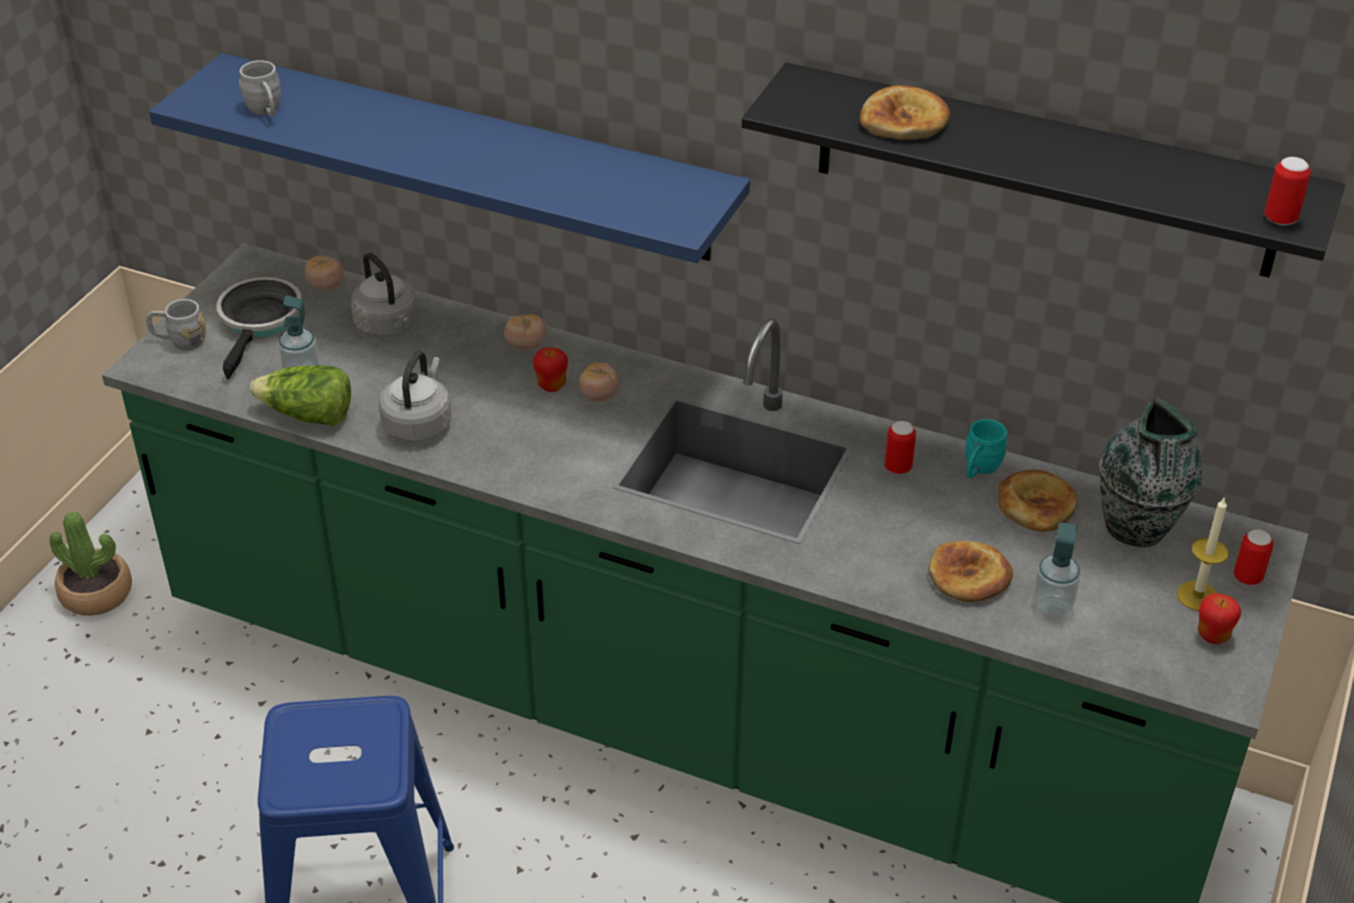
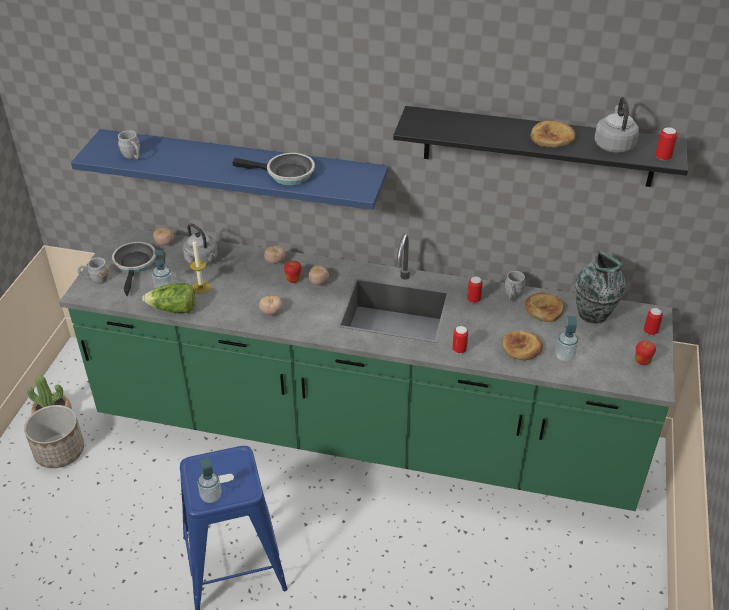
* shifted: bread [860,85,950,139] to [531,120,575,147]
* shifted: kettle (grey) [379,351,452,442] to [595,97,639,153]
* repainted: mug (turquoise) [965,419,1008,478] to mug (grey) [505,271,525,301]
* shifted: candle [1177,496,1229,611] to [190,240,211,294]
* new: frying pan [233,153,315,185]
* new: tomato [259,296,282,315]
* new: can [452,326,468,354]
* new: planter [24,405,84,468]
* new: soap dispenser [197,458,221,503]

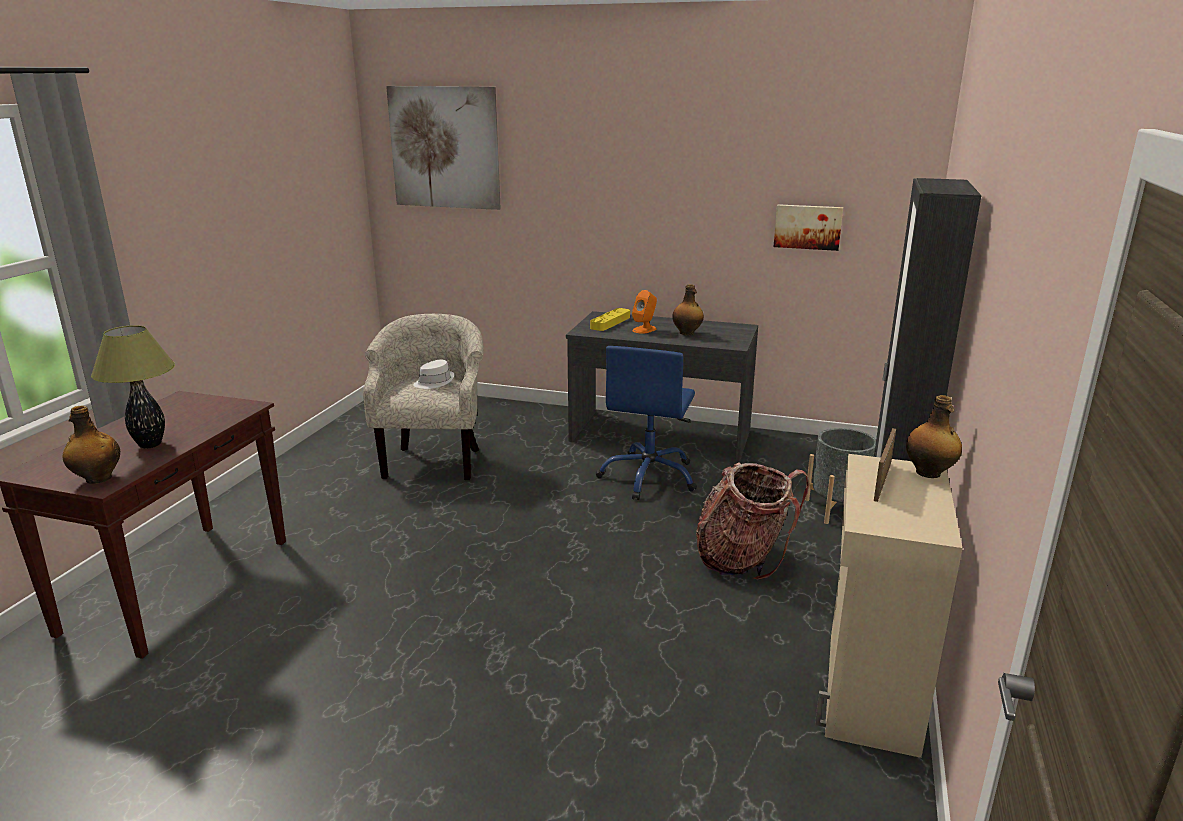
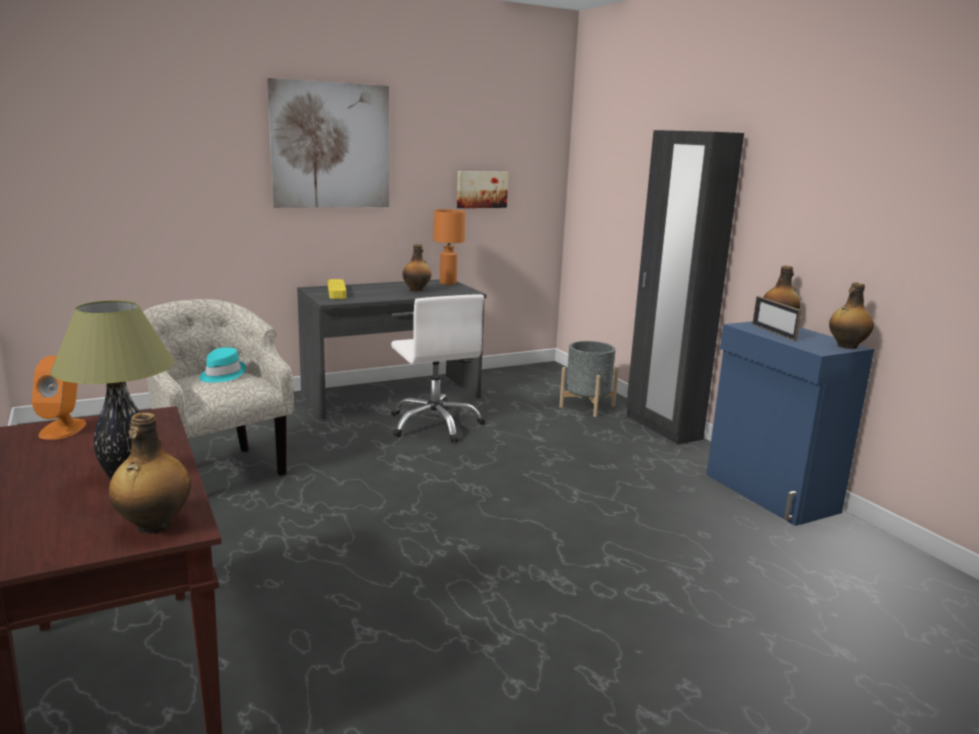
* shifted: picture [386,86,501,210] to [267,78,389,208]
* shifted: speaker (orange) [632,290,657,334] to [32,356,86,440]
* repainted: office chair (blue) [596,346,697,500] to office chair (white) [391,294,485,443]
* repainted: hat (white) [413,359,454,389] to hat (turquoise) [199,347,246,382]
* repainted: cabinet (beige) [815,454,962,758] to cabinet (blue) [706,321,874,526]
* gone: backpack [696,463,810,580]
* new: table lamp (orange) [434,209,466,285]
* new: bottle [829,283,874,349]

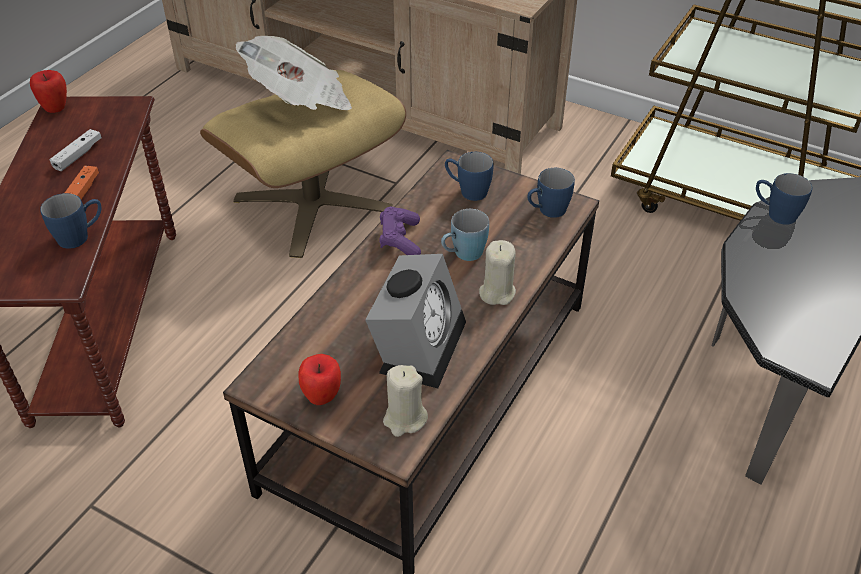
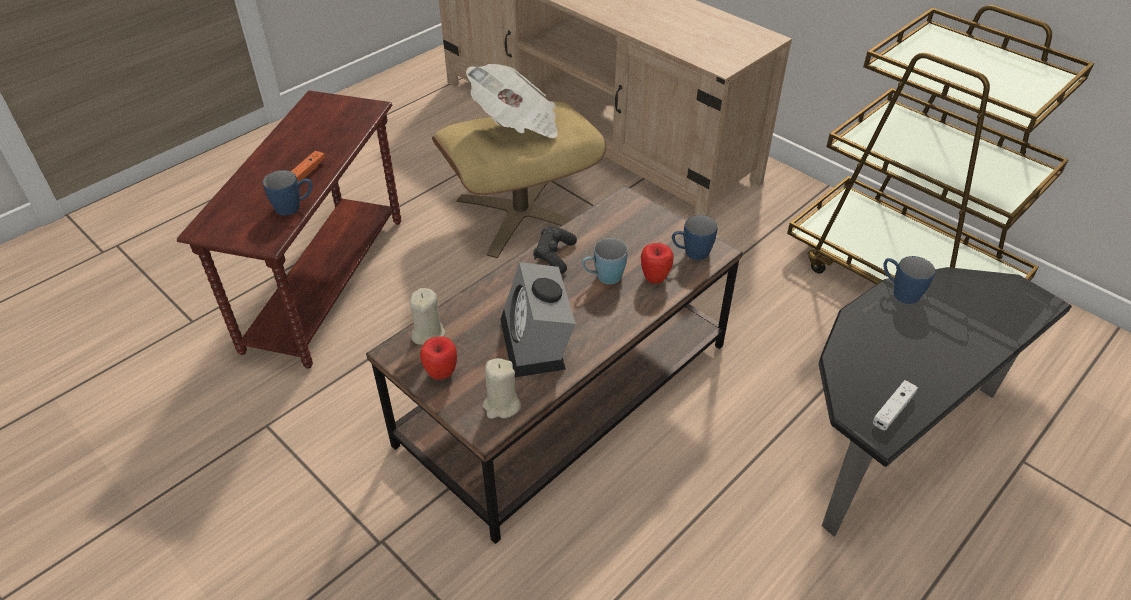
* shifted: apple [30,70,67,113] to [641,243,674,284]
* shifted: game controller (white) [50,129,102,171] to [873,380,918,430]
* gone: mug (blue) [445,152,494,201]
* repainted: game controller (purple) [379,207,421,255] to game controller (black) [533,226,577,274]
* shifted: candle (beige) [479,240,516,305] to [410,288,445,345]
* rotated: alarm clock [365,254,466,388] = [500,262,576,377] 135 degrees clockwise

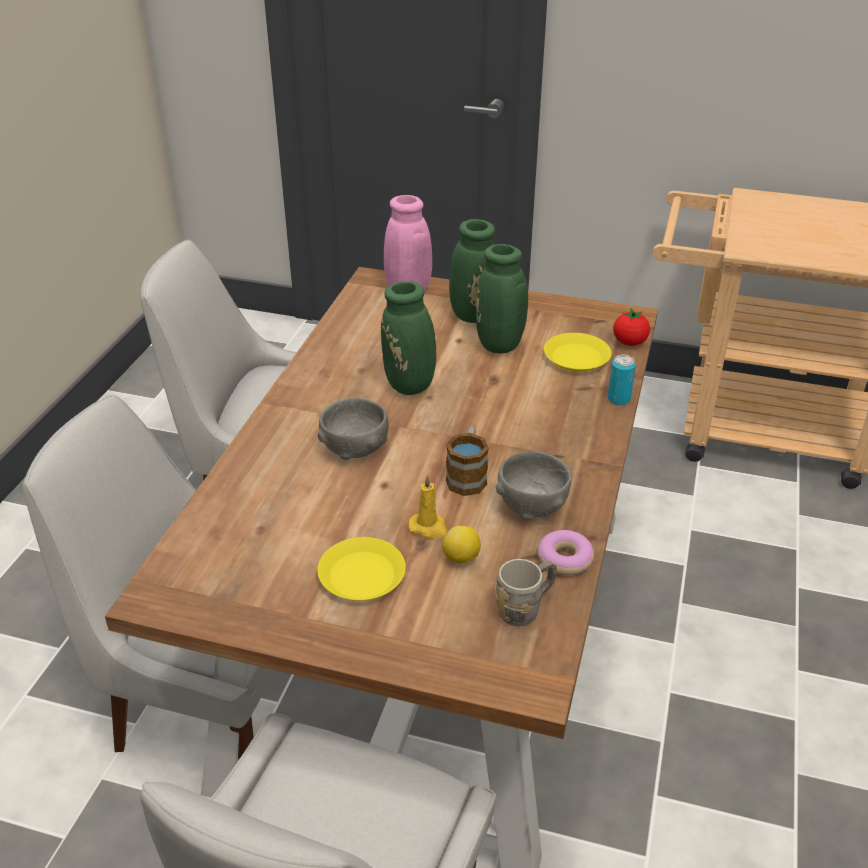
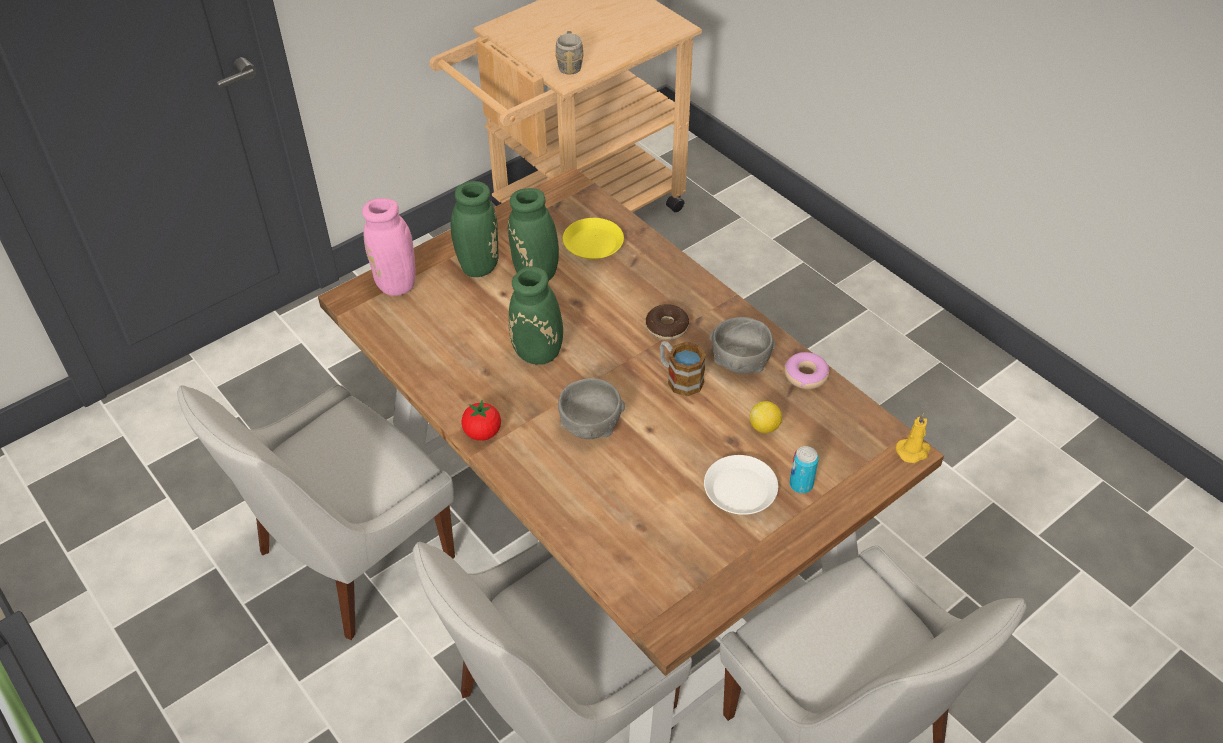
* shifted: tomato [613,308,650,346] to [461,400,501,441]
* shifted: can [608,355,636,405] to [790,446,819,493]
* shifted: candle (yellow) [408,475,448,538] to [896,413,931,463]
* repainted: plate (yellow) [317,537,406,600] to plate (white) [704,455,778,515]
* shifted: mug (grey) [495,559,557,626] to [555,31,584,75]
* new: donut [645,304,689,340]

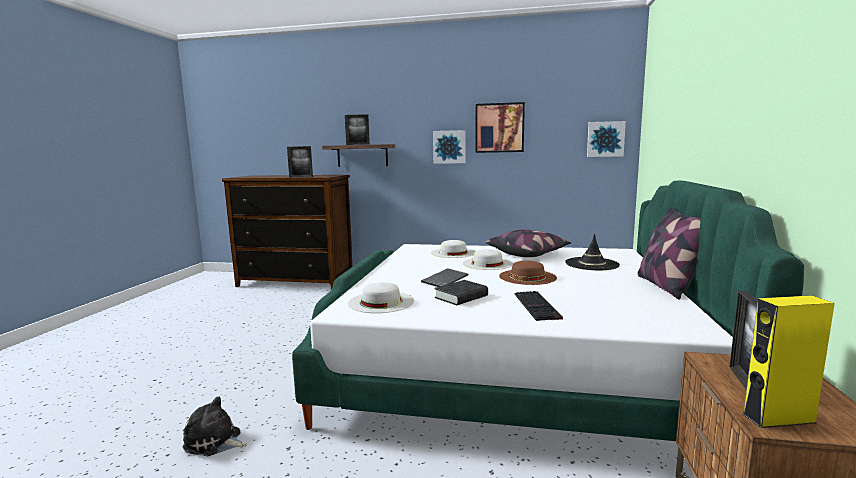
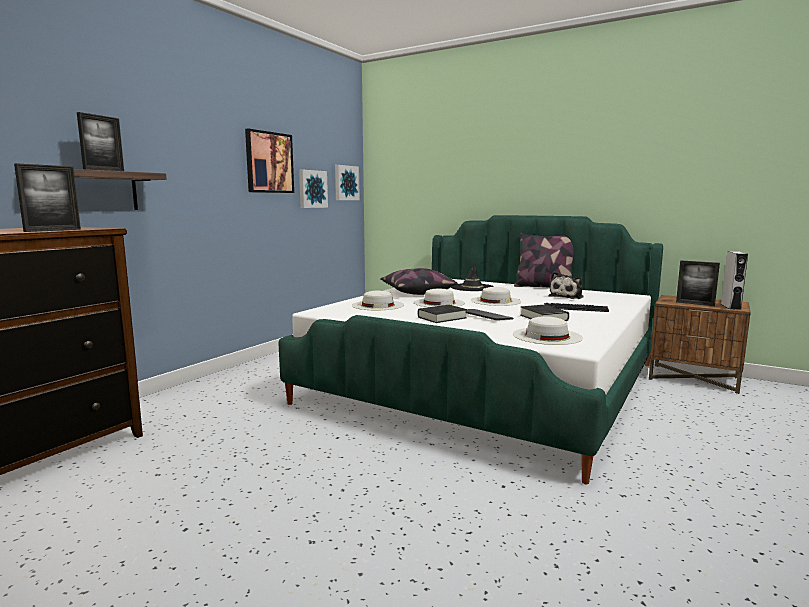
* shifted: picture [433,130,466,164] to [299,170,328,208]
* repainted: hat (brown) [499,260,557,285] to hat (white) [470,287,521,306]
* repainted: speaker (yellow) [742,295,835,428] to speaker (grey) [721,251,748,310]
* shifted: plush toy [182,396,247,456] to [549,271,584,299]
* new: book (black) [418,305,467,323]

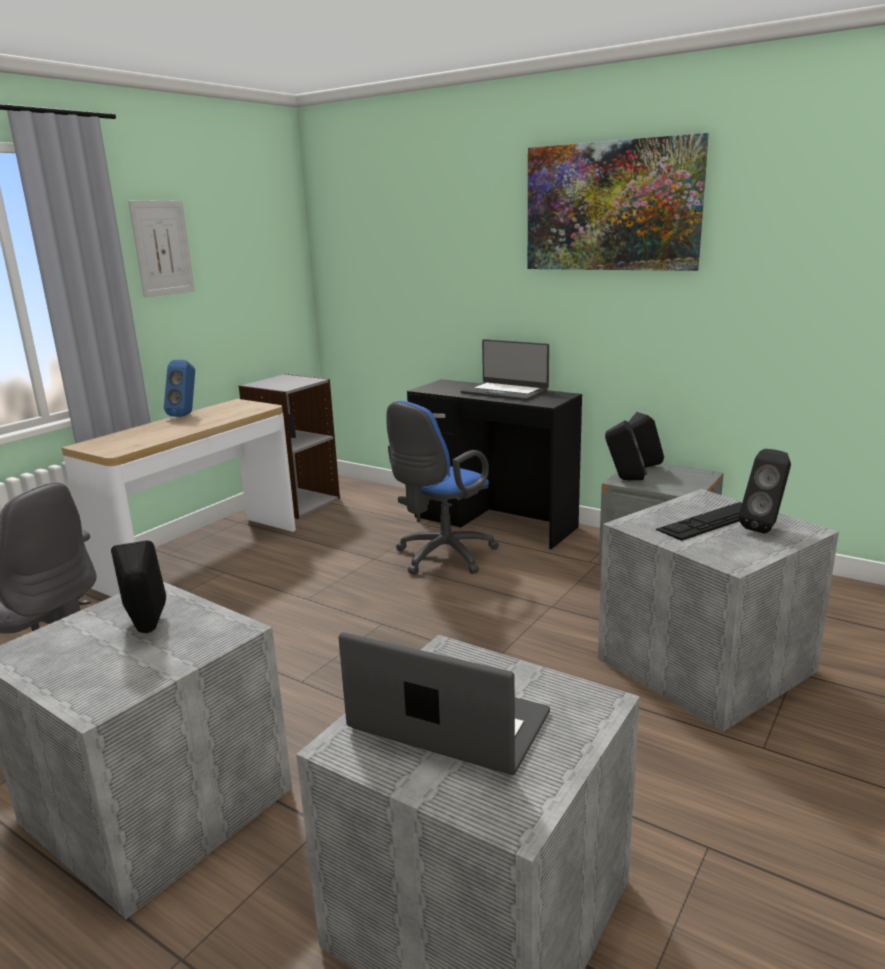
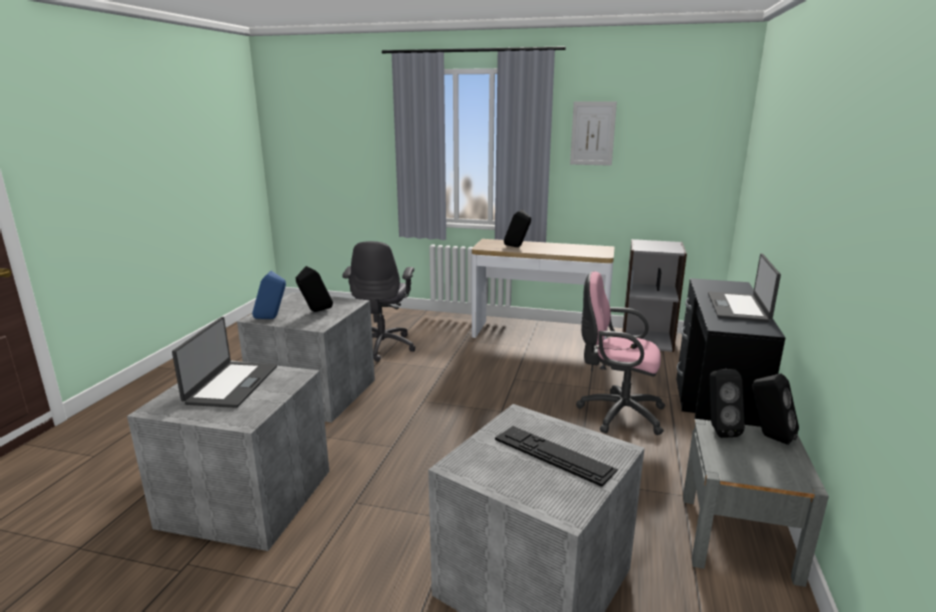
* gone: picture [528,133,709,271]
* shifted: speaker (blue) [164,359,195,417] to [252,271,286,319]
* repainted: office chair (blue) [386,401,499,575] to office chair (pink) [576,272,665,435]
* shifted: speaker (black) [739,449,791,534] to [504,210,531,247]

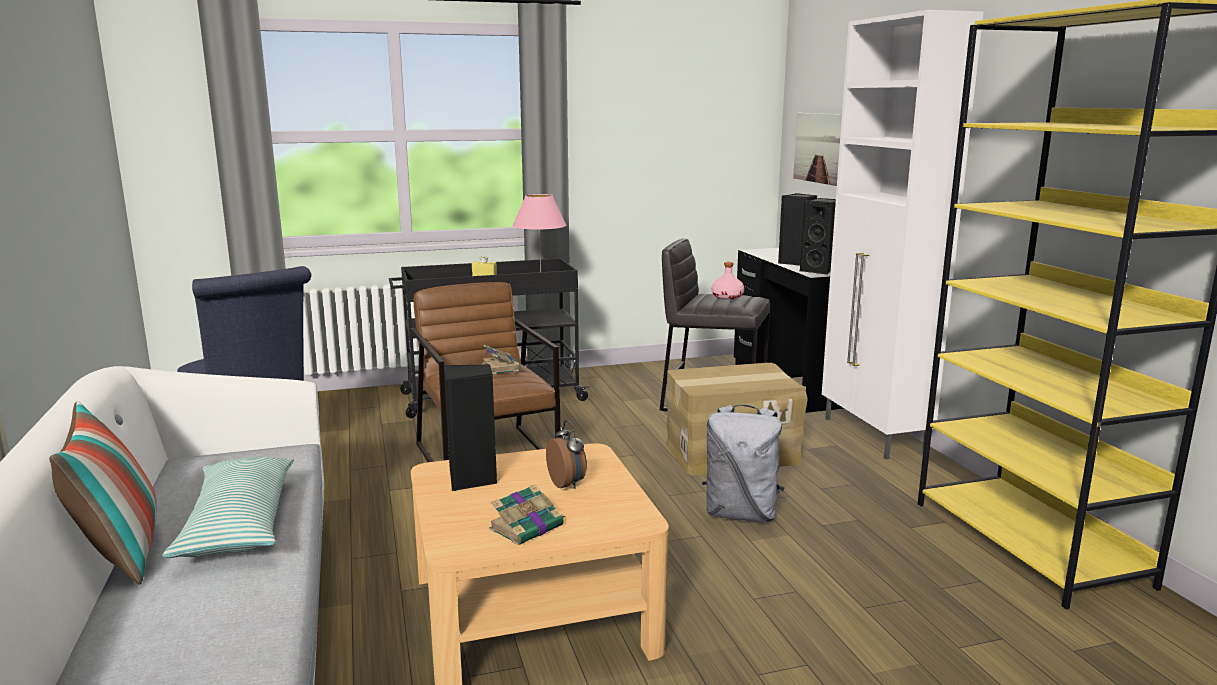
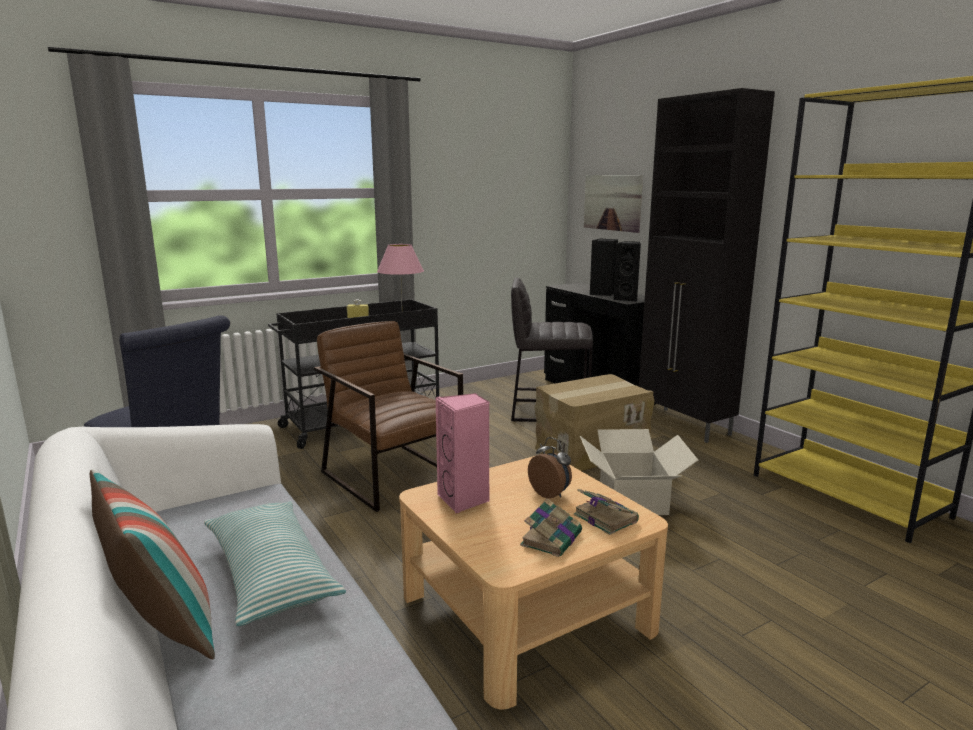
* repainted: cabinet (white) [822,10,984,459] to cabinet (black) [639,88,775,443]
* gone: bottle (pink) [711,262,744,300]
* shifted: book [482,345,521,374] to [574,489,639,535]
* repainted: speaker (black) [444,365,497,491] to speaker (pink) [435,393,490,513]
* swapped: backpack (grey) [702,405,785,522] to cardboard box [580,429,698,515]

